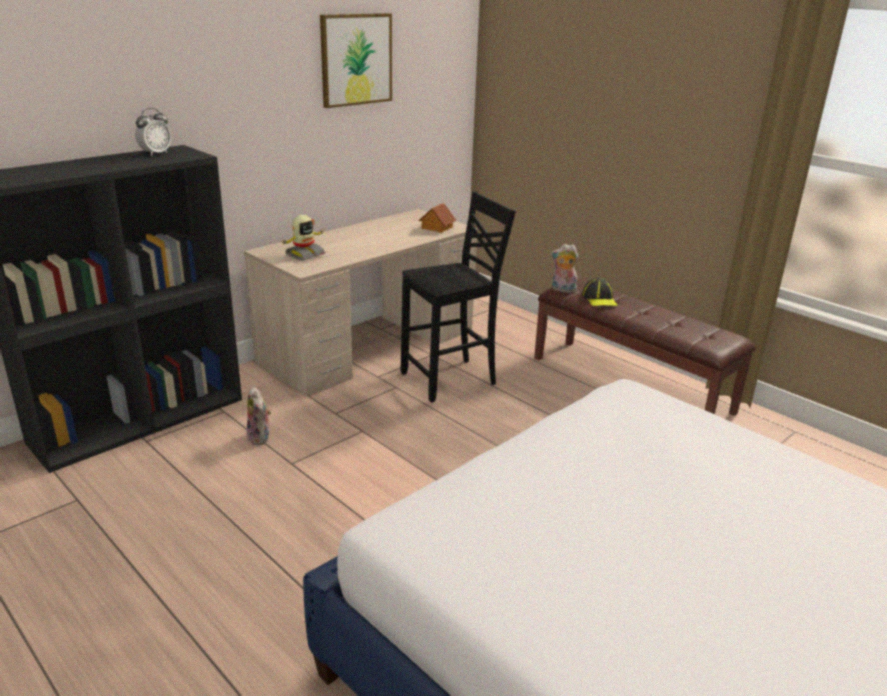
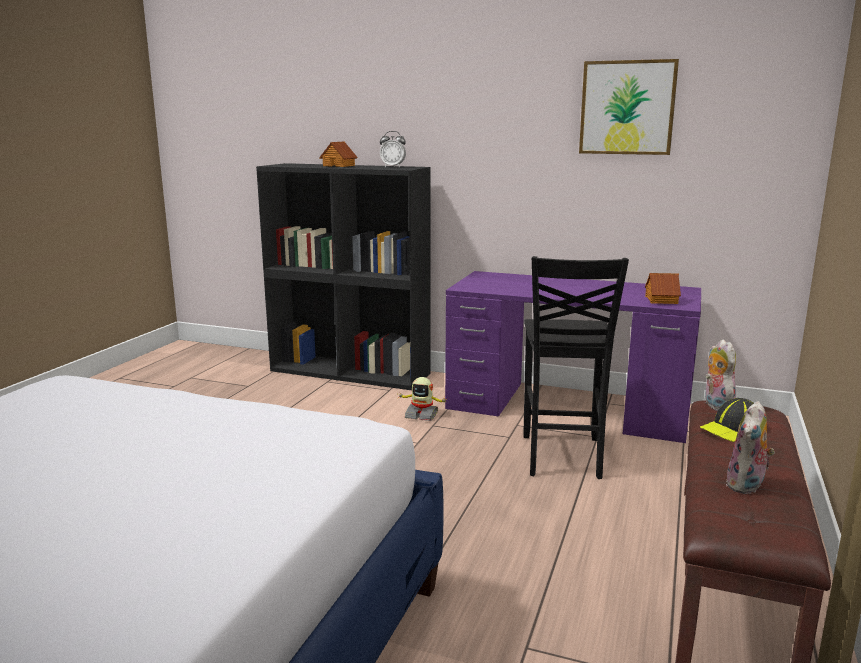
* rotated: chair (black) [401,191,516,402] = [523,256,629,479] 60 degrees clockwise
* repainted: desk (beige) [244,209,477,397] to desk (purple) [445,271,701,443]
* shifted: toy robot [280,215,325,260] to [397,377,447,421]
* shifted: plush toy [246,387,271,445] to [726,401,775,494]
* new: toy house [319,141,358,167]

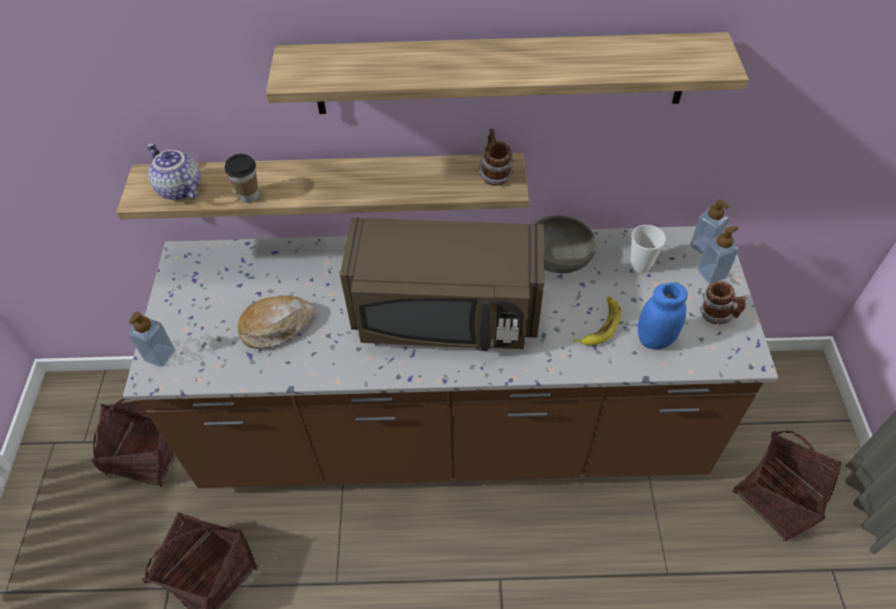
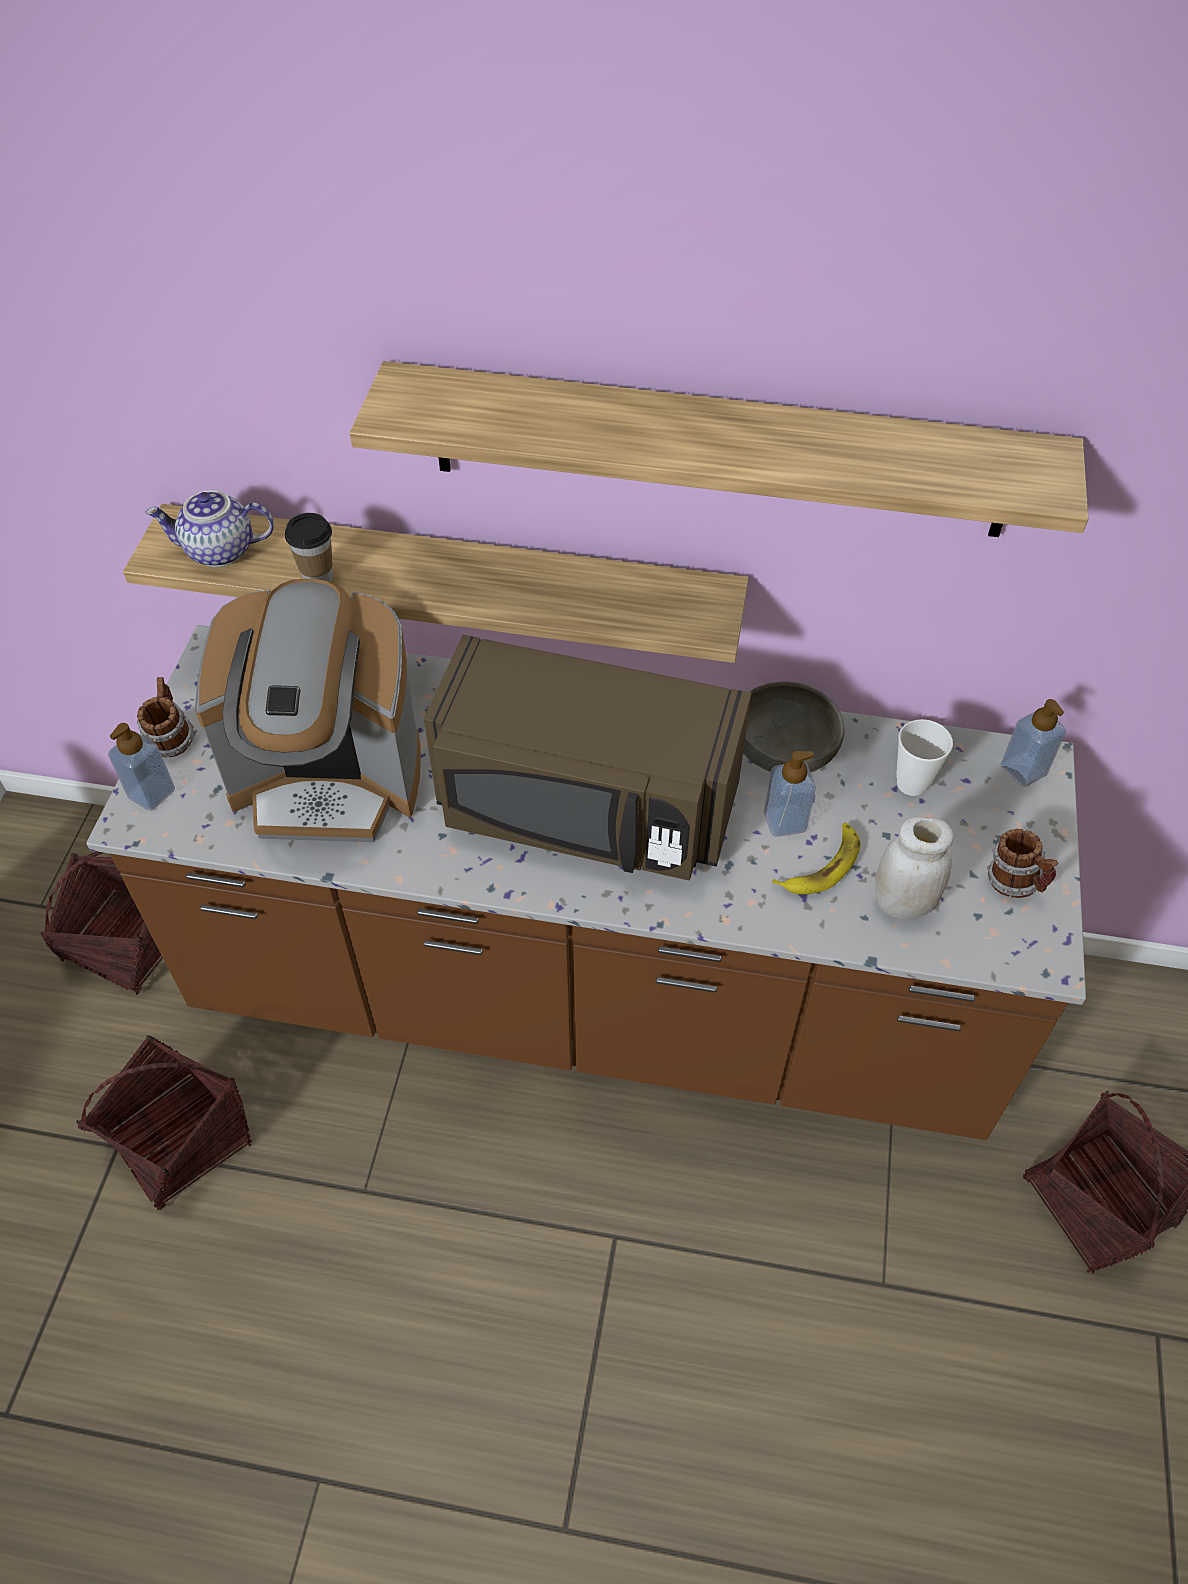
* shifted: mug [479,128,514,186] to [137,677,194,758]
* rotated: teapot [147,143,200,201] = [145,490,274,567] 60 degrees counterclockwise
* shifted: soap dispenser [697,226,739,284] to [764,751,816,837]
* repainted: jar (blue) [638,283,688,349] to jar (white) [875,817,954,919]
* swapped: bread [238,295,315,349] to coffee machine [195,578,421,842]

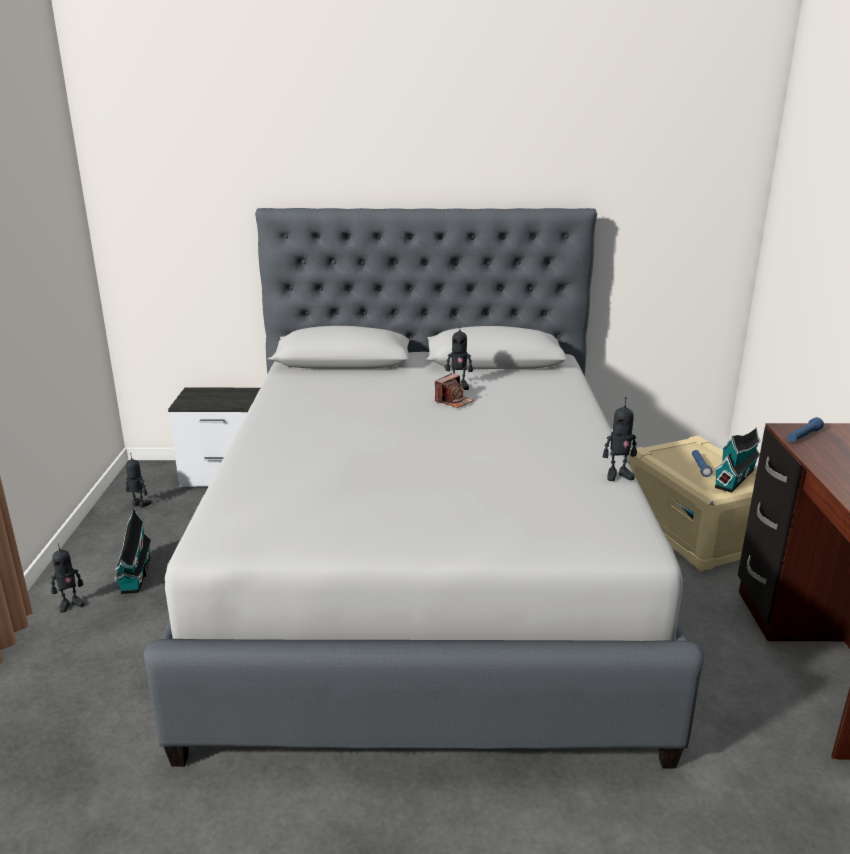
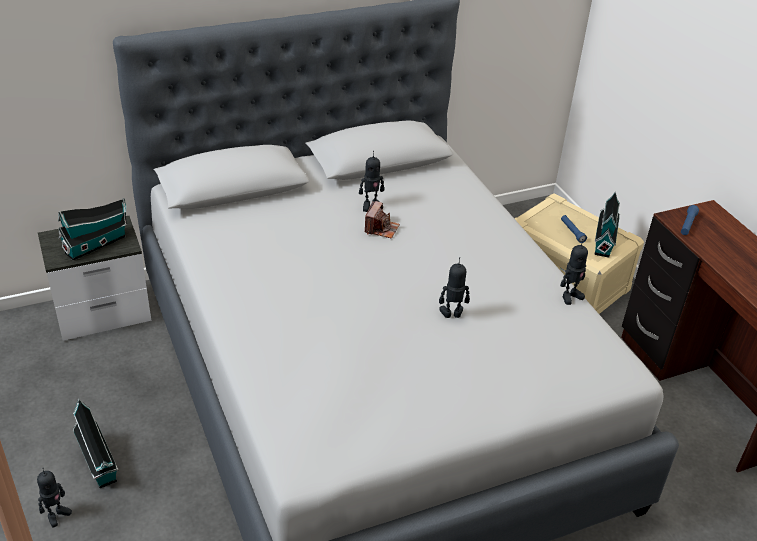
* shifted: toy robot [126,453,152,508] to [439,257,470,318]
* new: toy house [58,198,127,261]

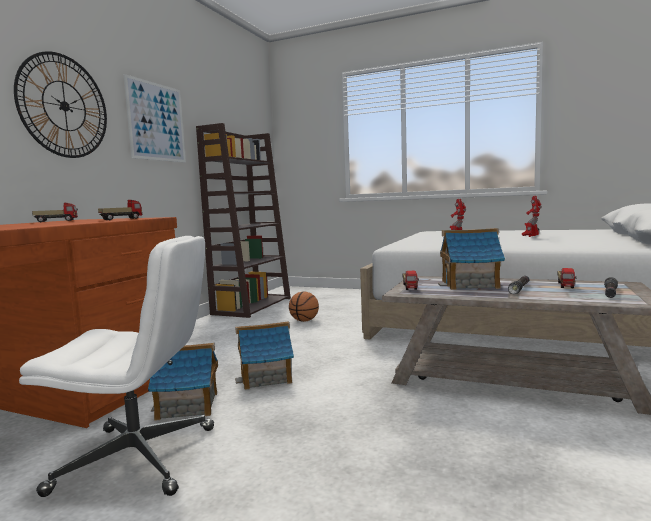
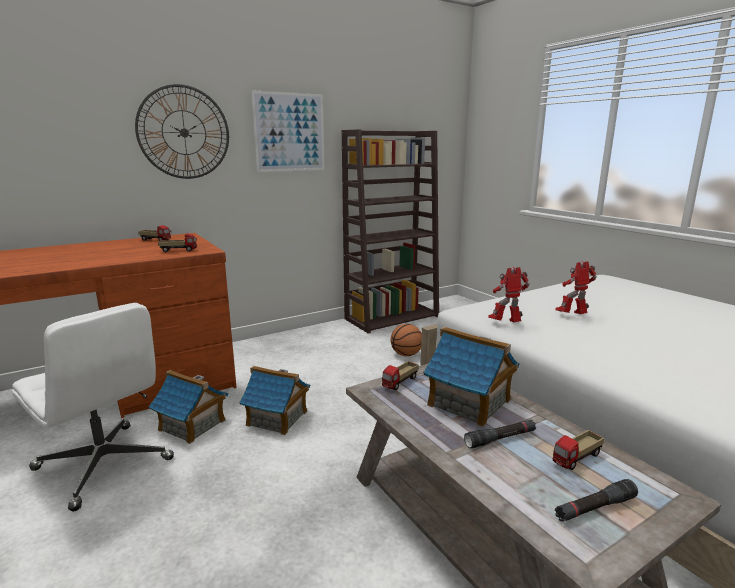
* shifted: toy robot [522,196,542,237] to [488,267,529,322]

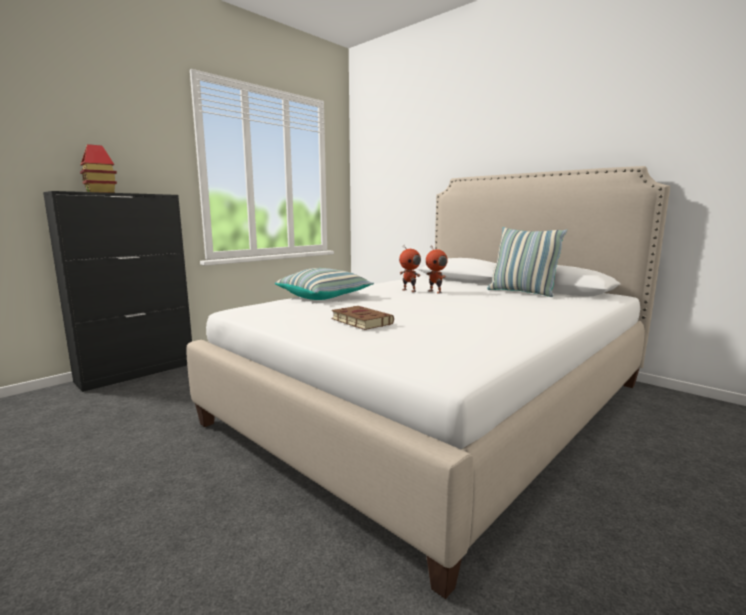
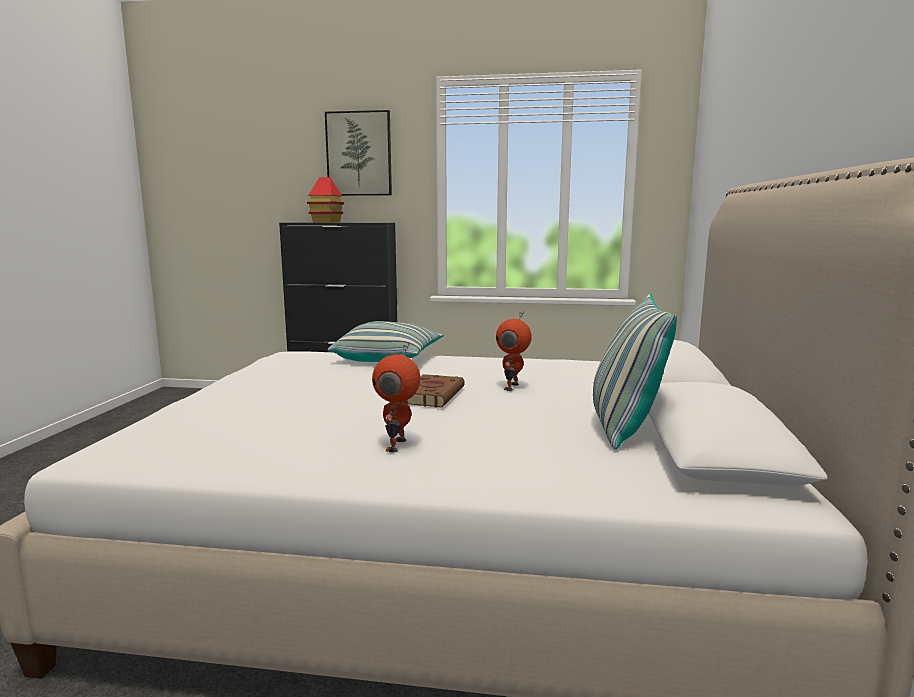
* shifted: toy robot [399,245,421,292] to [372,343,421,452]
* shifted: book (brown) [331,306,394,330] to [407,374,465,408]
* new: picture [325,110,392,196]

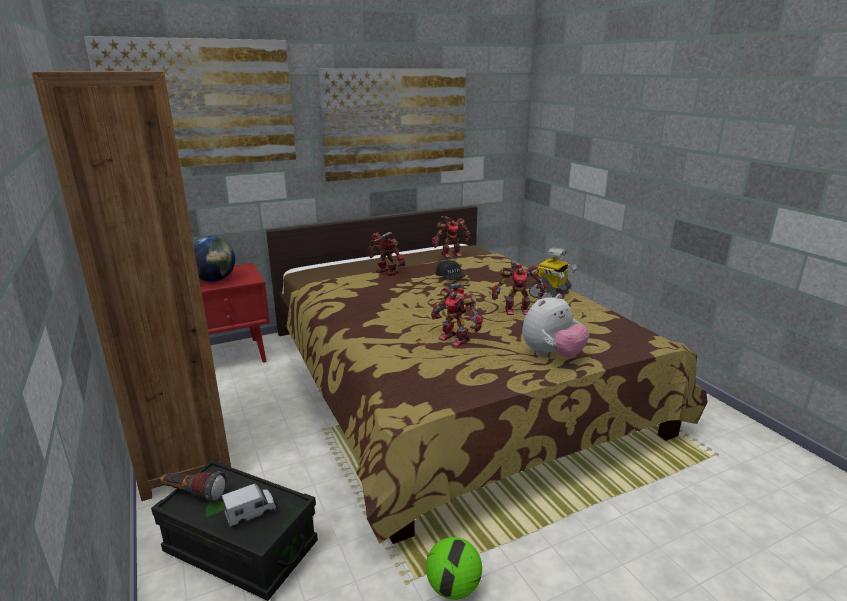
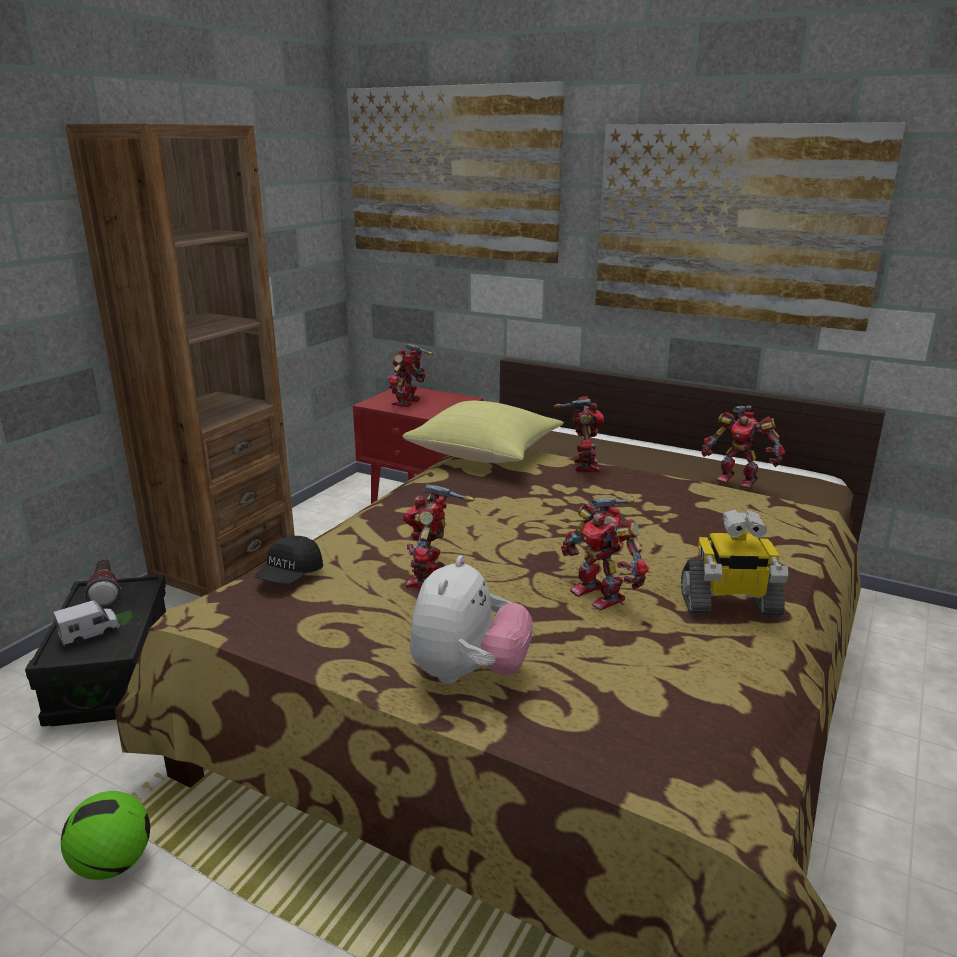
* swapped: globe [193,236,235,282] to toy robot [388,343,433,407]
* shifted: cap (black) [436,260,466,279] to [255,536,323,584]
* rotated: plush toy [522,294,589,358] = [410,555,533,684] 90 degrees counterclockwise
* rotated: toy truck [222,483,276,527] = [53,600,120,646] 60 degrees counterclockwise
* new: pillow (yellow) [403,401,564,463]

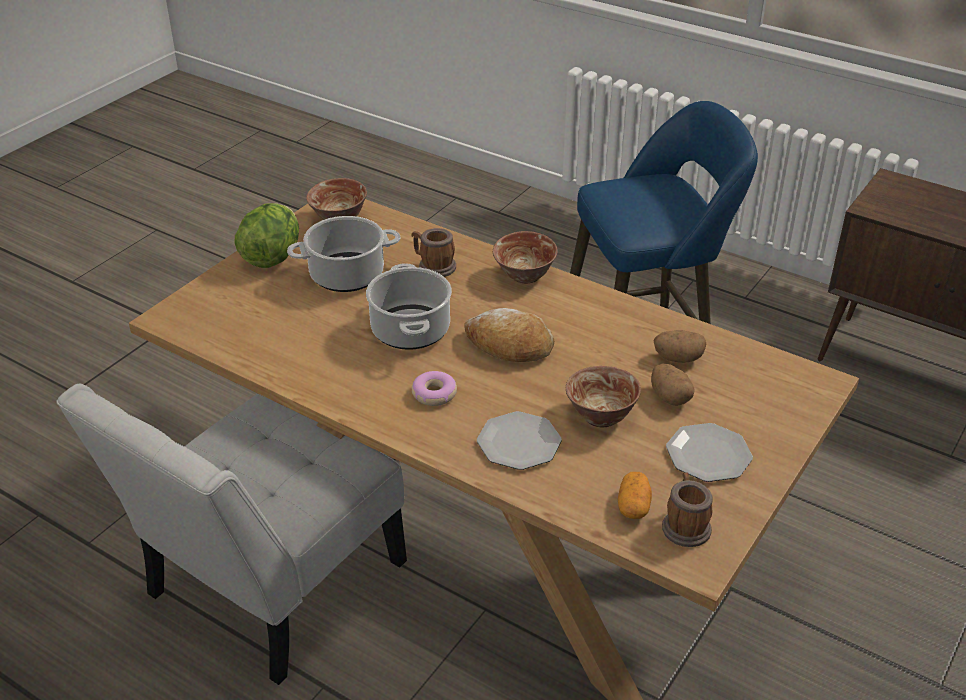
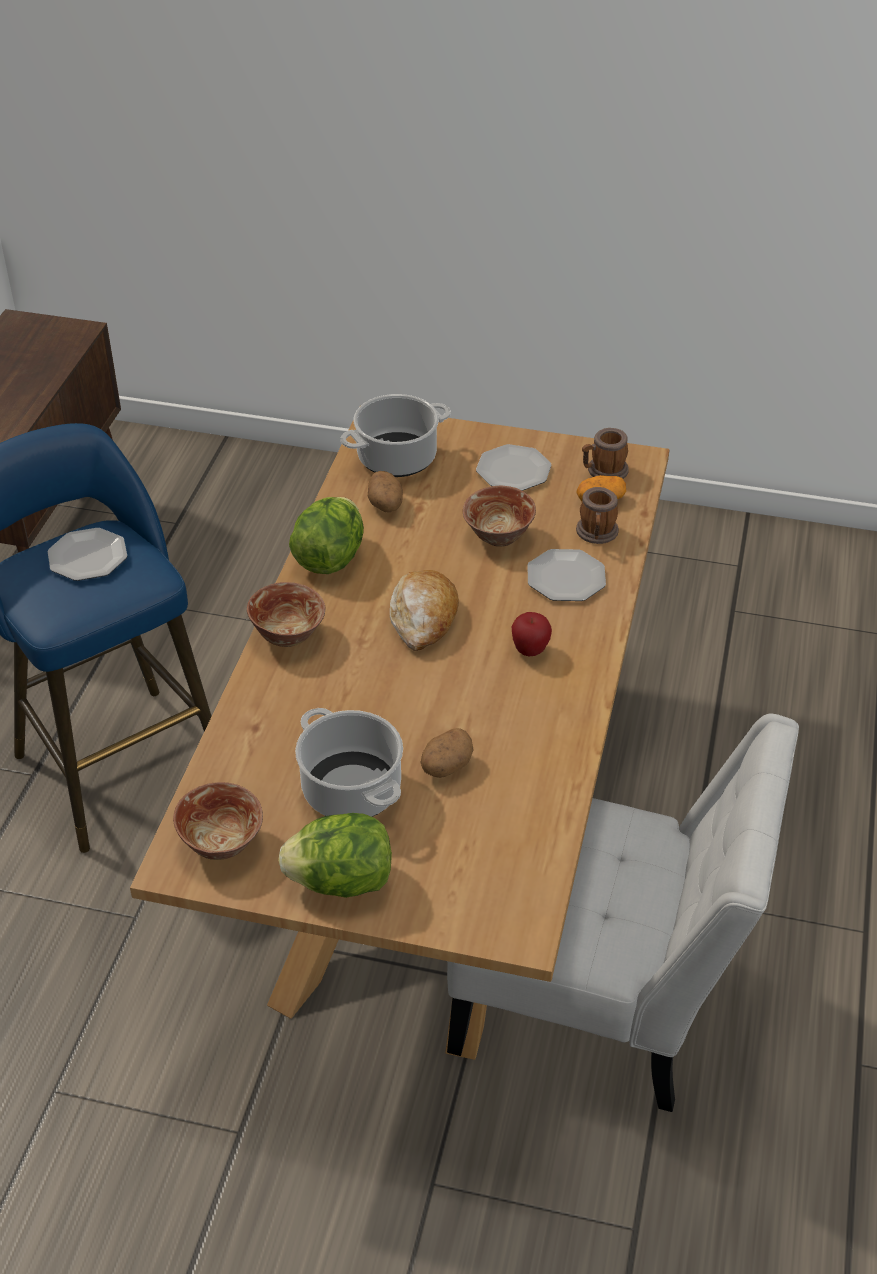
* shifted: mug [412,228,456,277] to [576,487,619,544]
* shifted: cooking pot [366,263,452,350] to [340,394,451,477]
* shifted: potato [651,363,695,406] to [421,728,473,778]
* swapped: donut [412,371,457,406] to apple [512,612,552,656]
* new: lettuce [289,497,364,574]
* new: plate [47,528,127,581]

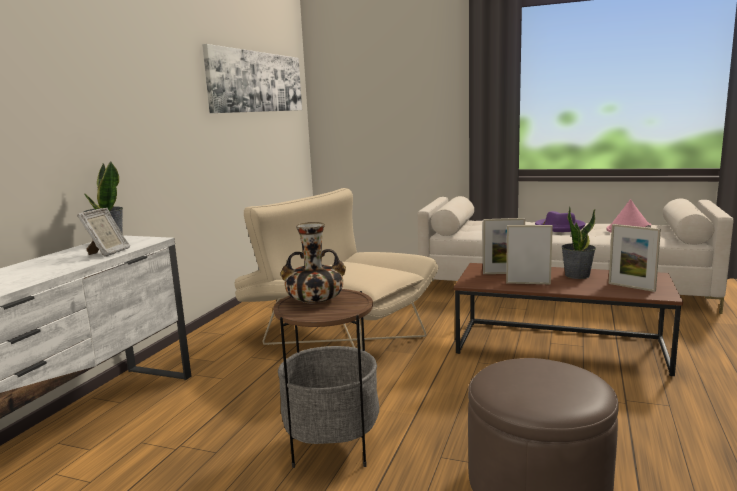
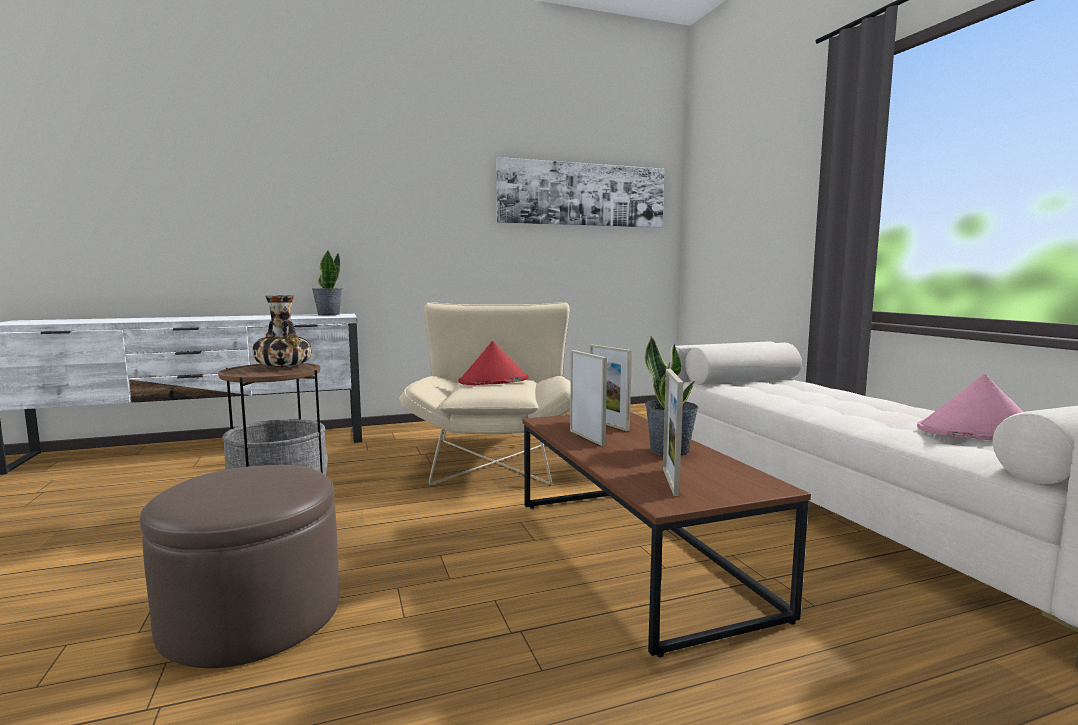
* gone: picture frame [77,208,130,257]
* gone: hat (purple) [535,211,586,232]
* new: hat (red) [458,341,529,385]

